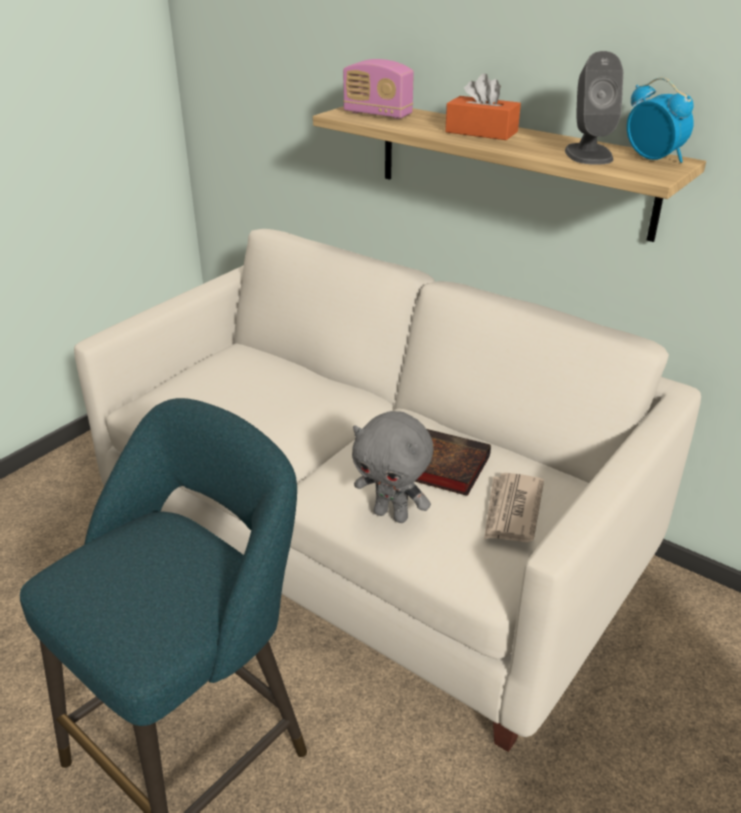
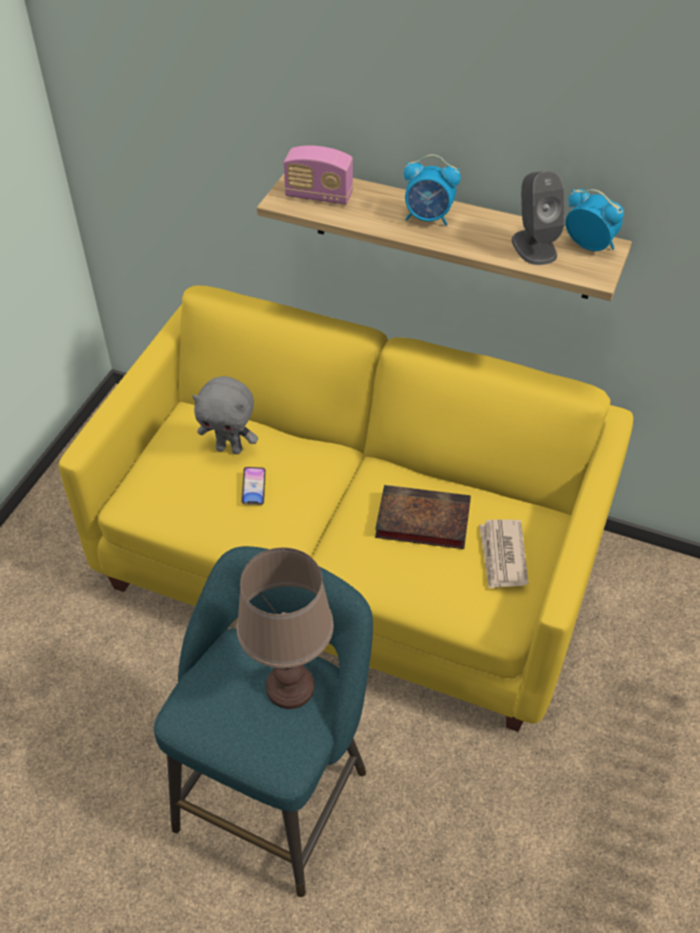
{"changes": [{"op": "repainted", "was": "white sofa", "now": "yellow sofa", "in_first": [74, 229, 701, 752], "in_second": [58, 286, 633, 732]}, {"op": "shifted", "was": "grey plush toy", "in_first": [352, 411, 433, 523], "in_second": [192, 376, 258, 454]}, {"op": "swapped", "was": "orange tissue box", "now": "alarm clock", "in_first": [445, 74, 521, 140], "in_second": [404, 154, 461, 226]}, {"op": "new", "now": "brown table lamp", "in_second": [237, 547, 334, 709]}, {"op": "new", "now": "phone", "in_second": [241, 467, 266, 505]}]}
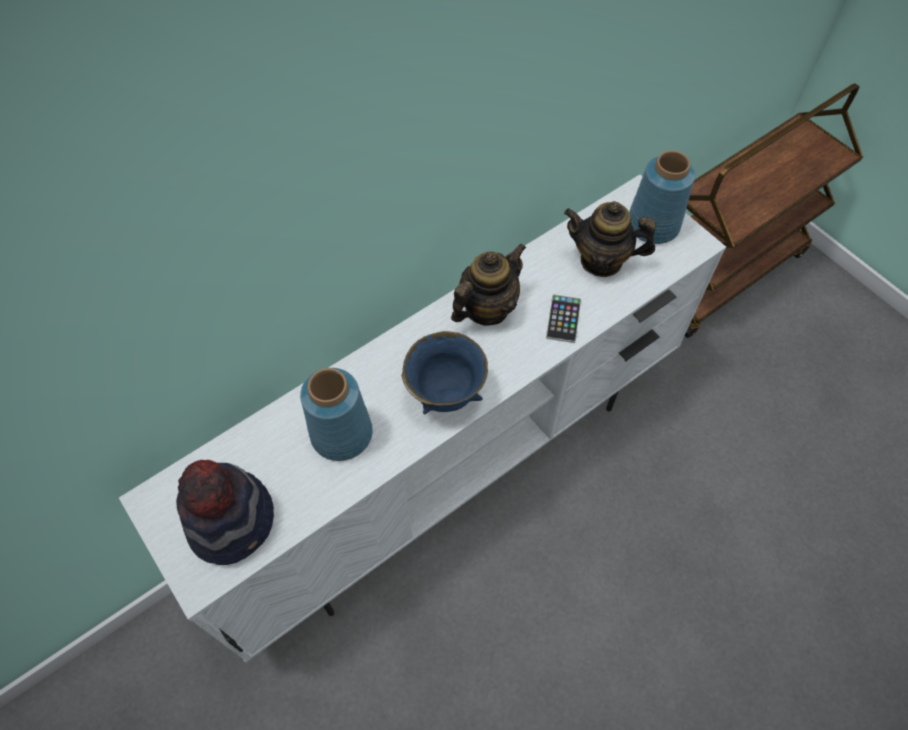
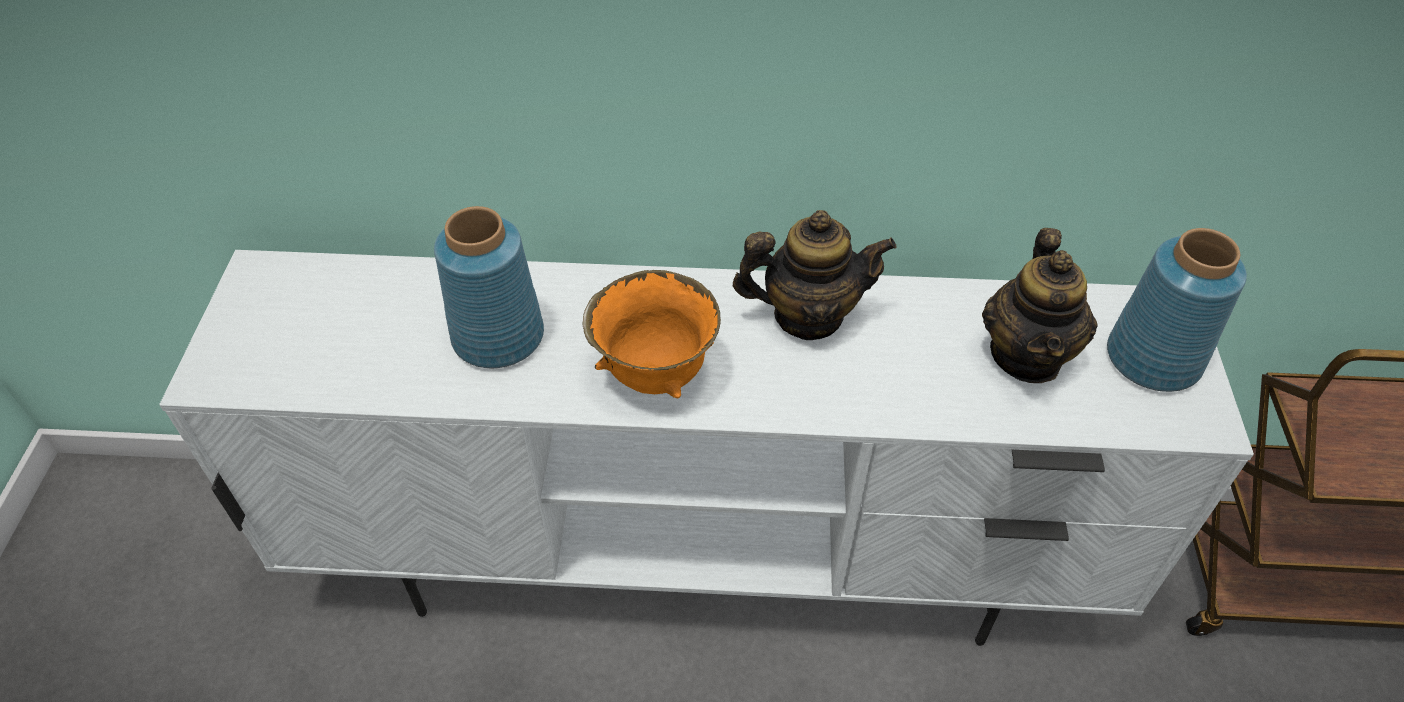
{"changes": [{"op": "gone", "was": "hat", "in_first": [176, 460, 274, 565]}, {"op": "repainted", "was": "blue bowl", "now": "orange bowl", "in_first": [402, 331, 488, 415], "in_second": [583, 270, 721, 398]}, {"op": "gone", "was": "phone", "in_first": [546, 294, 581, 343]}, {"op": "rotated", "was": "teapot", "in_first": [564, 201, 656, 277], "in_second": [982, 228, 1098, 383], "clockwise": -135}]}
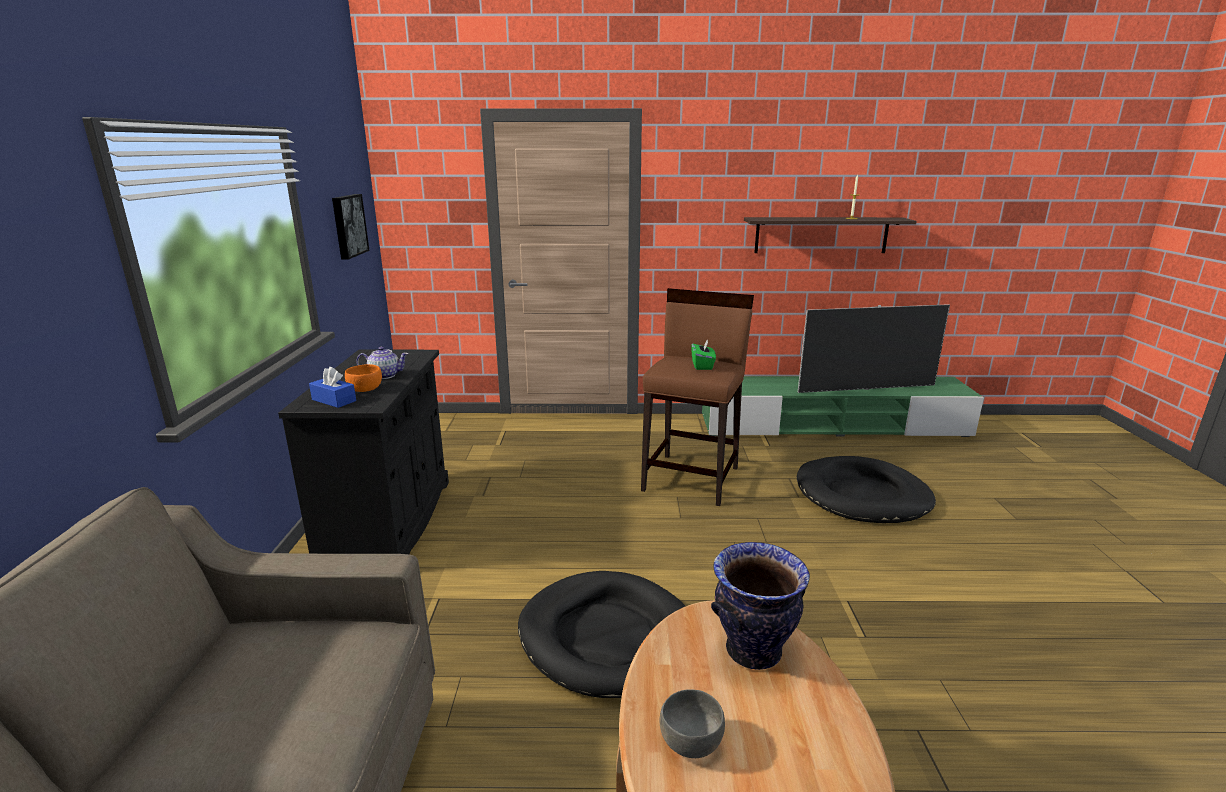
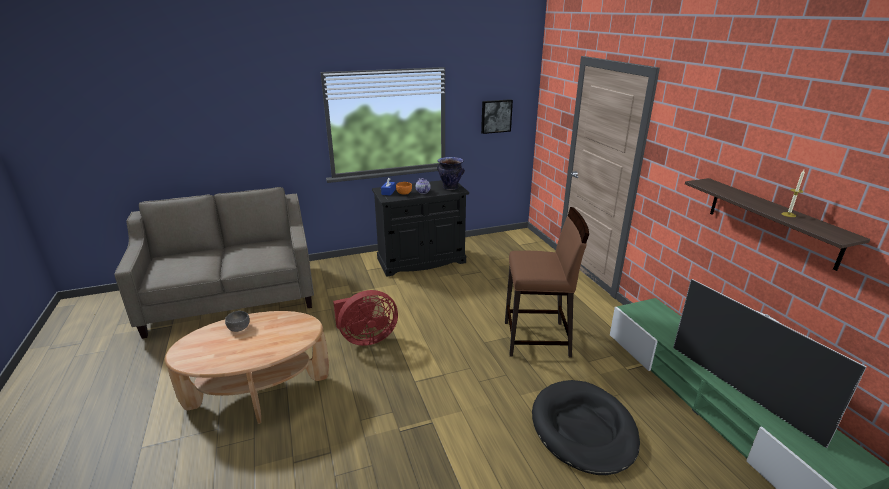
{"changes": [{"op": "swapped", "was": "black dog bed", "now": "red fan", "in_first": [518, 571, 685, 698], "in_second": [333, 290, 398, 346]}, {"op": "gone", "was": "green tissue box", "in_first": [691, 340, 716, 370]}, {"op": "shifted", "was": "vase", "in_first": [711, 542, 810, 670], "in_second": [437, 157, 465, 190]}]}
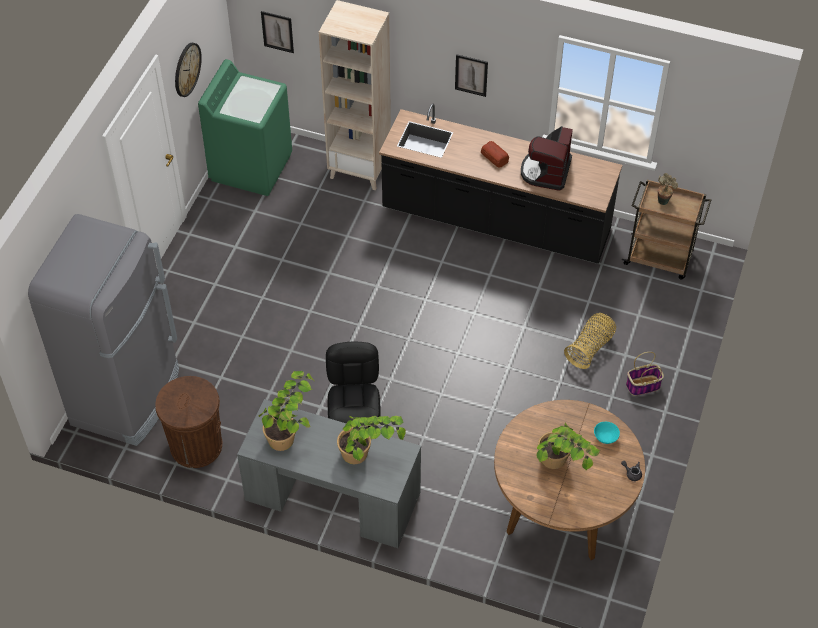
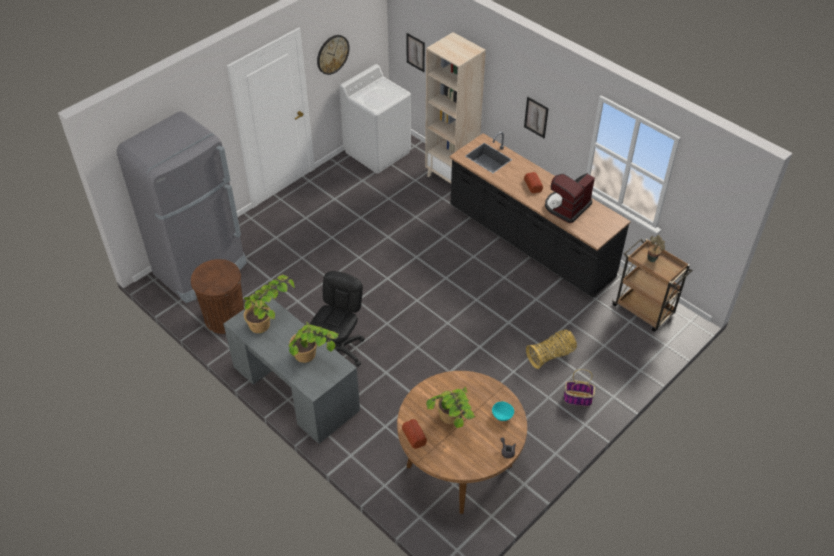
{"changes": [{"op": "repainted", "was": "green washing machine", "now": "white washing machine", "in_first": [198, 59, 292, 196], "in_second": [339, 64, 411, 174]}, {"op": "new", "now": "bread", "in_second": [402, 419, 427, 449]}]}
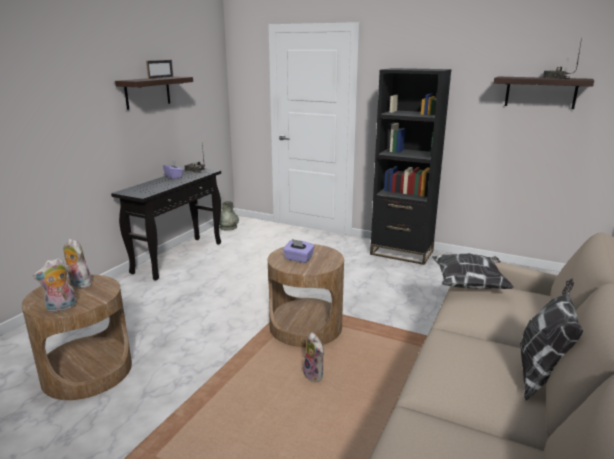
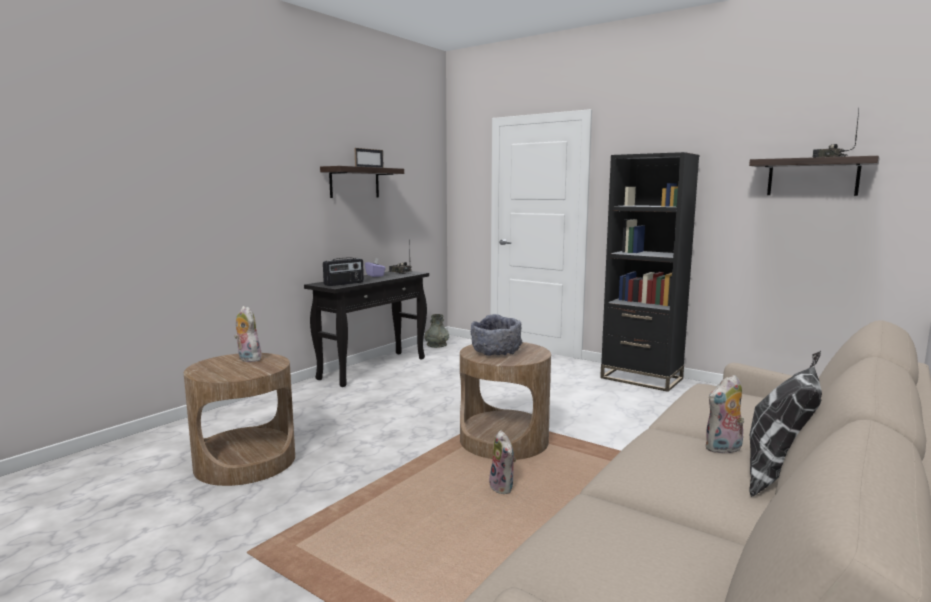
{"changes": [{"op": "shifted", "was": "plush toy", "in_first": [33, 258, 77, 313], "in_second": [706, 375, 744, 454]}, {"op": "swapped", "was": "purple tissue box", "now": "grey bowl", "in_first": [283, 239, 315, 263], "in_second": [471, 314, 522, 356]}, {"op": "gone", "was": "pillow", "in_first": [432, 253, 514, 289]}, {"op": "new", "now": "radio", "in_second": [323, 257, 364, 286]}]}
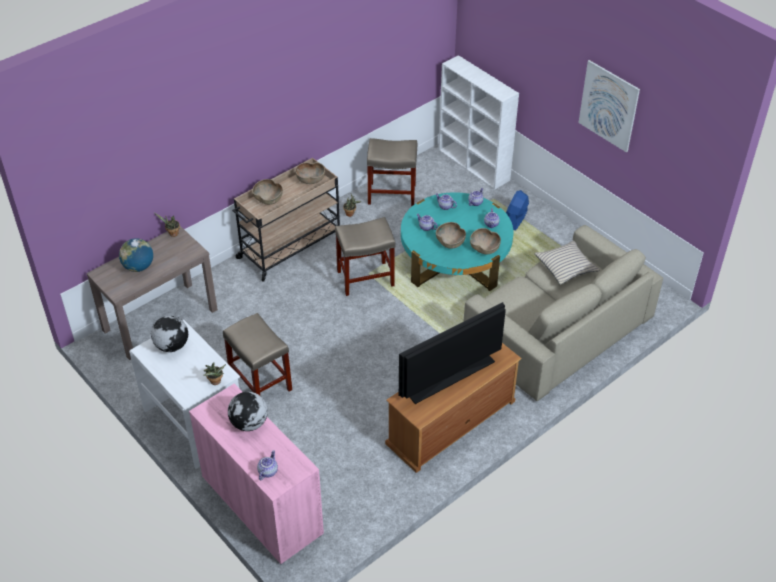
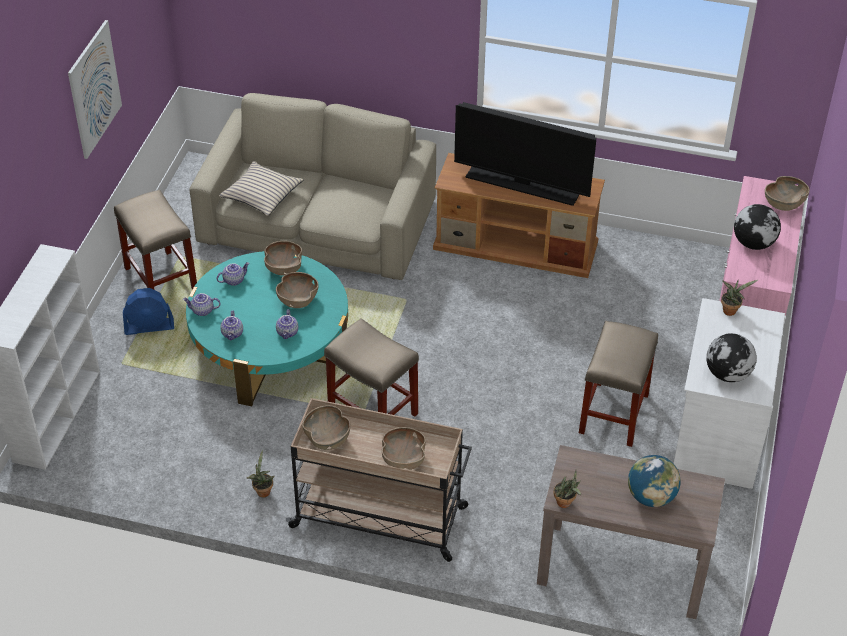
{"changes": [{"op": "swapped", "was": "teapot", "now": "brown bowl", "in_first": [257, 450, 278, 480], "in_second": [765, 176, 810, 211]}, {"op": "shifted", "was": "beige stool", "in_first": [367, 138, 417, 206], "in_second": [114, 190, 197, 290]}]}
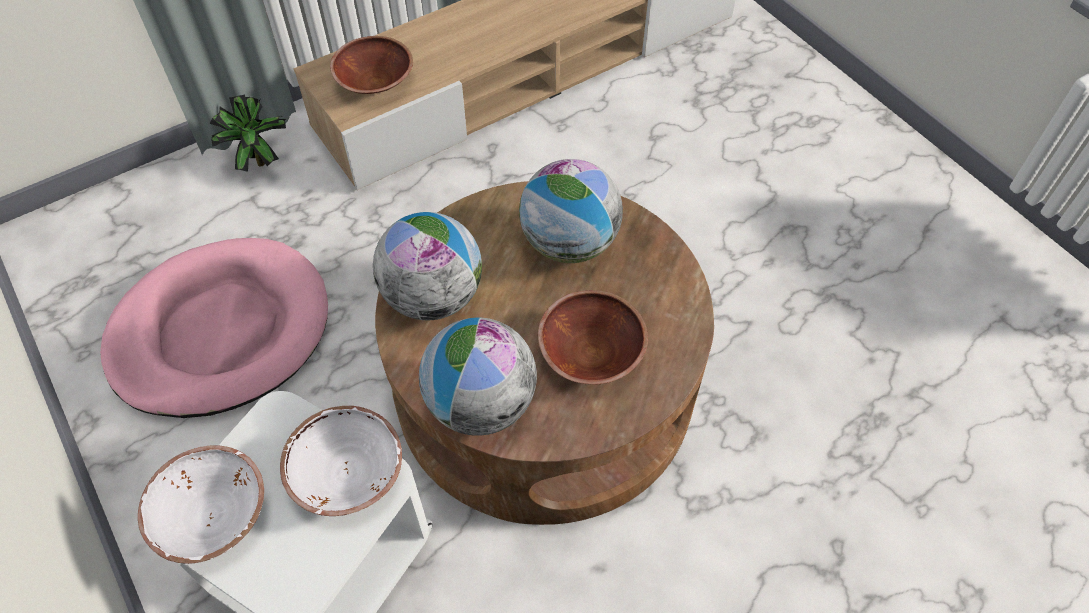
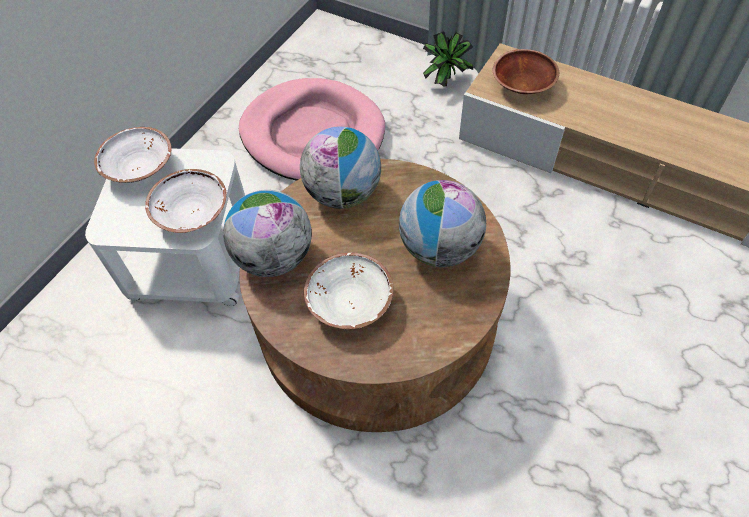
{"changes": [{"op": "repainted", "was": "brown bowl", "now": "white bowl", "in_first": [538, 290, 648, 385], "in_second": [304, 253, 394, 329]}]}
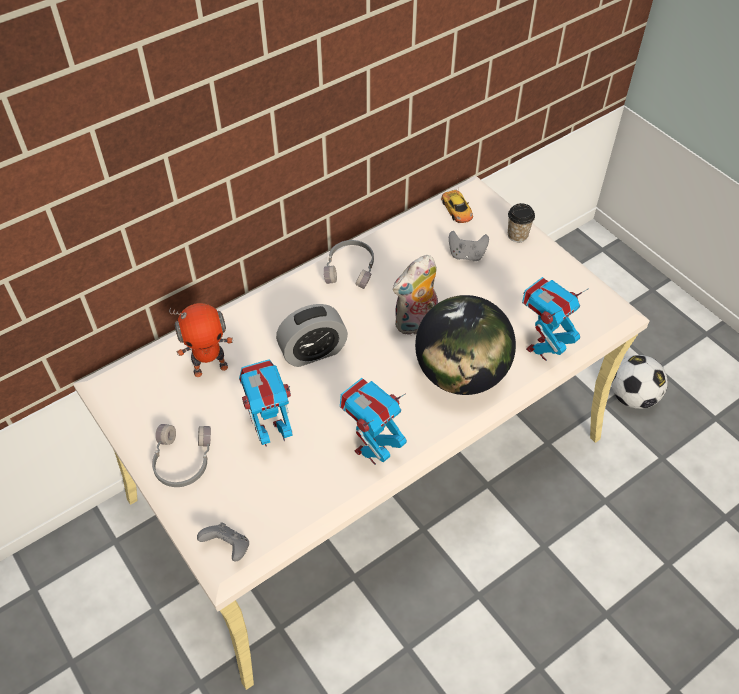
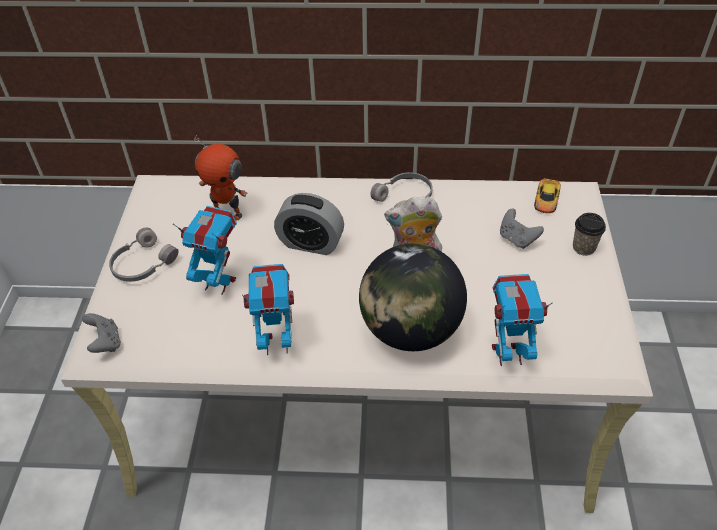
{"changes": [{"op": "gone", "was": "football", "in_first": [611, 355, 668, 409]}]}
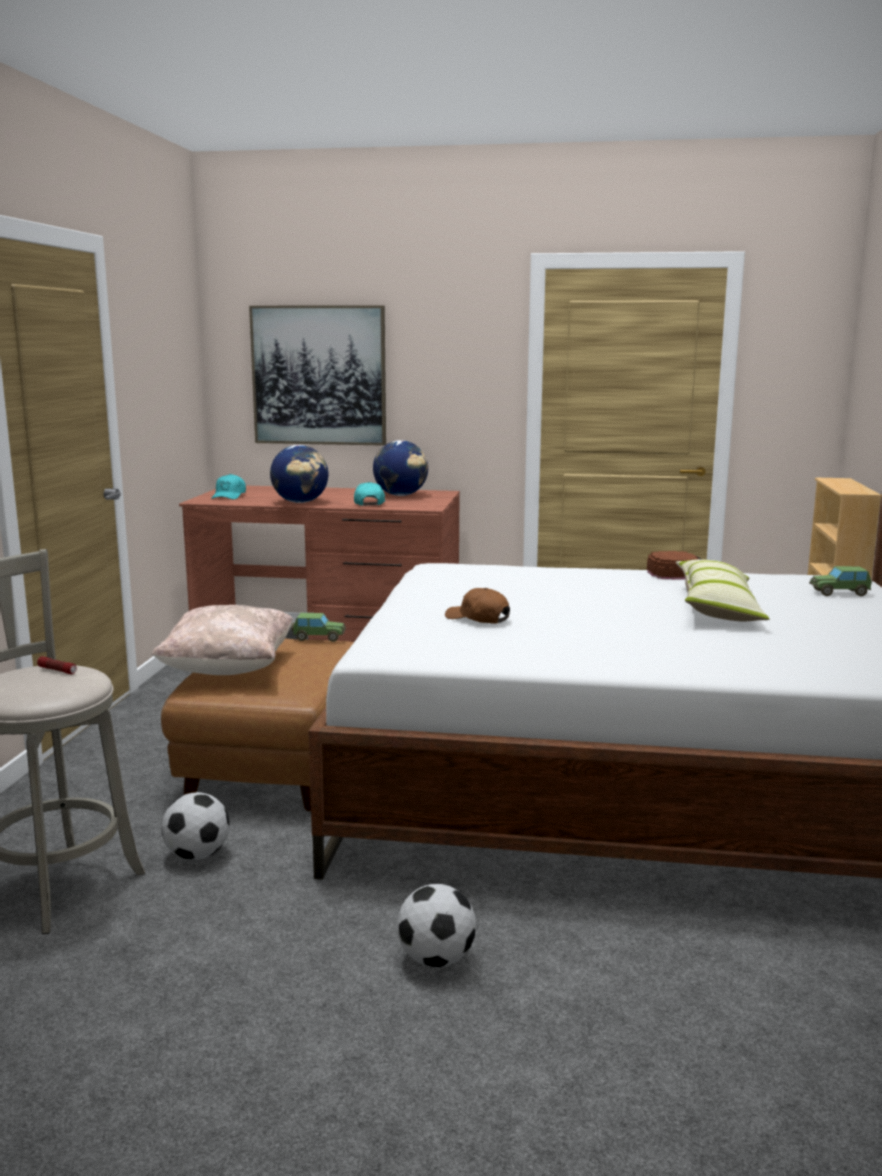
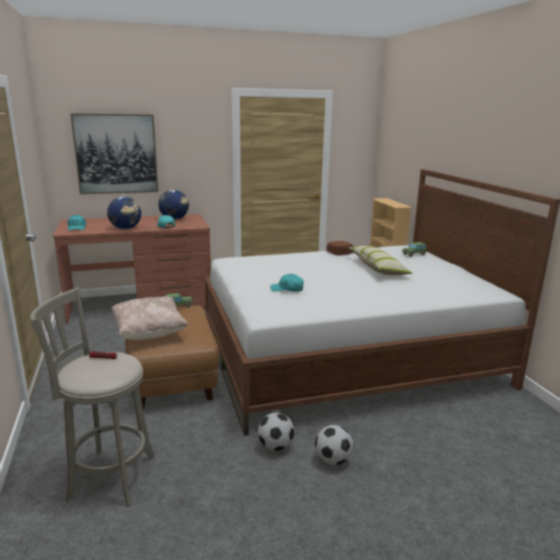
{"changes": [{"op": "shifted", "was": "football", "in_first": [162, 792, 230, 860], "in_second": [258, 413, 295, 451]}, {"op": "repainted", "was": "brown cap", "now": "turquoise cap", "in_first": [445, 588, 510, 624], "in_second": [270, 274, 304, 292]}]}
